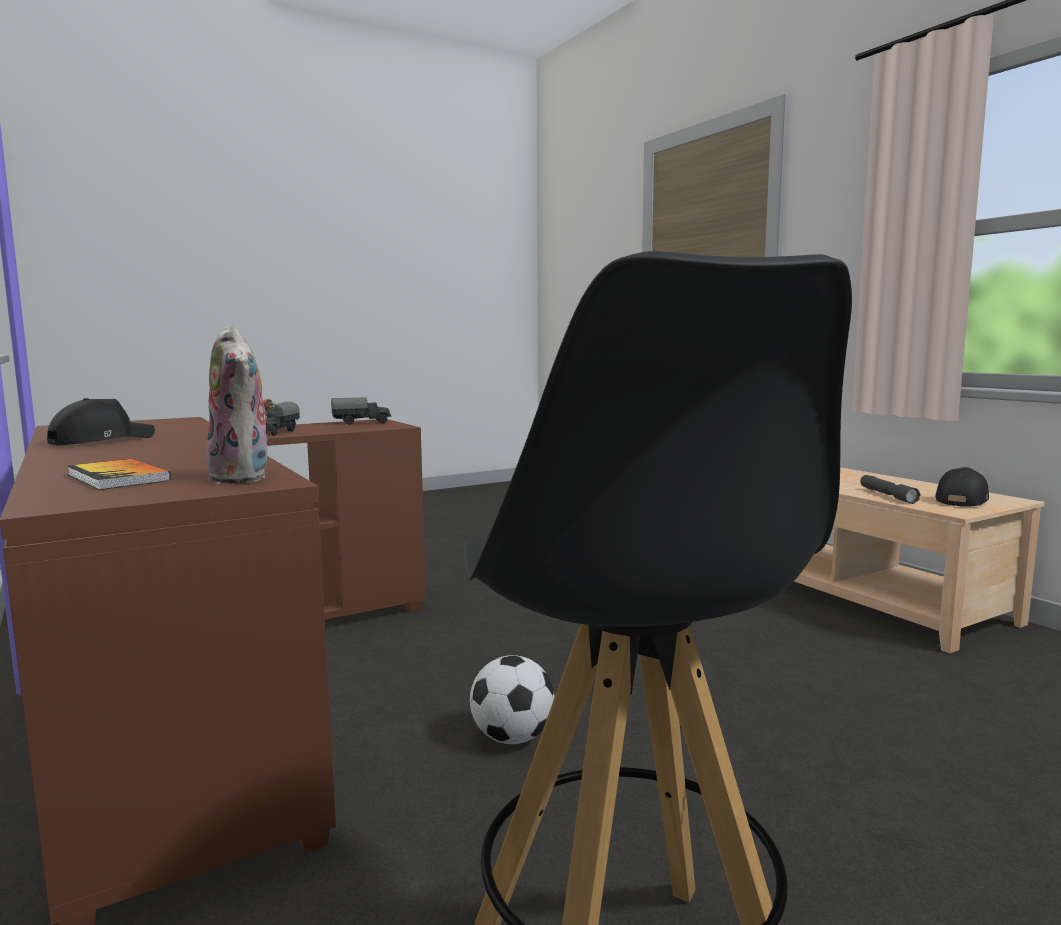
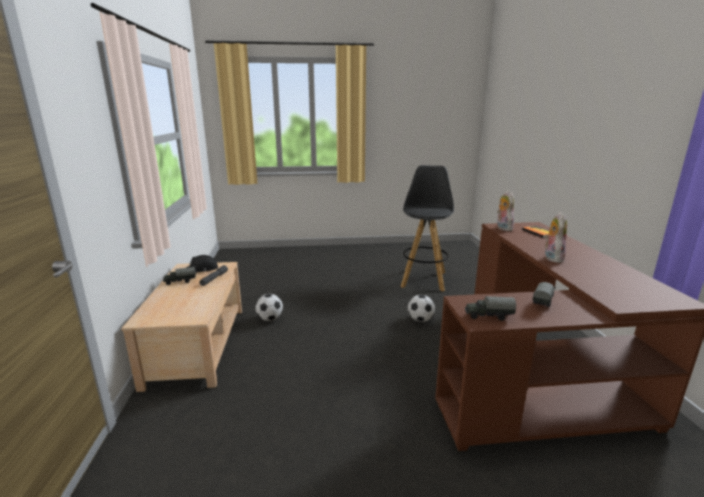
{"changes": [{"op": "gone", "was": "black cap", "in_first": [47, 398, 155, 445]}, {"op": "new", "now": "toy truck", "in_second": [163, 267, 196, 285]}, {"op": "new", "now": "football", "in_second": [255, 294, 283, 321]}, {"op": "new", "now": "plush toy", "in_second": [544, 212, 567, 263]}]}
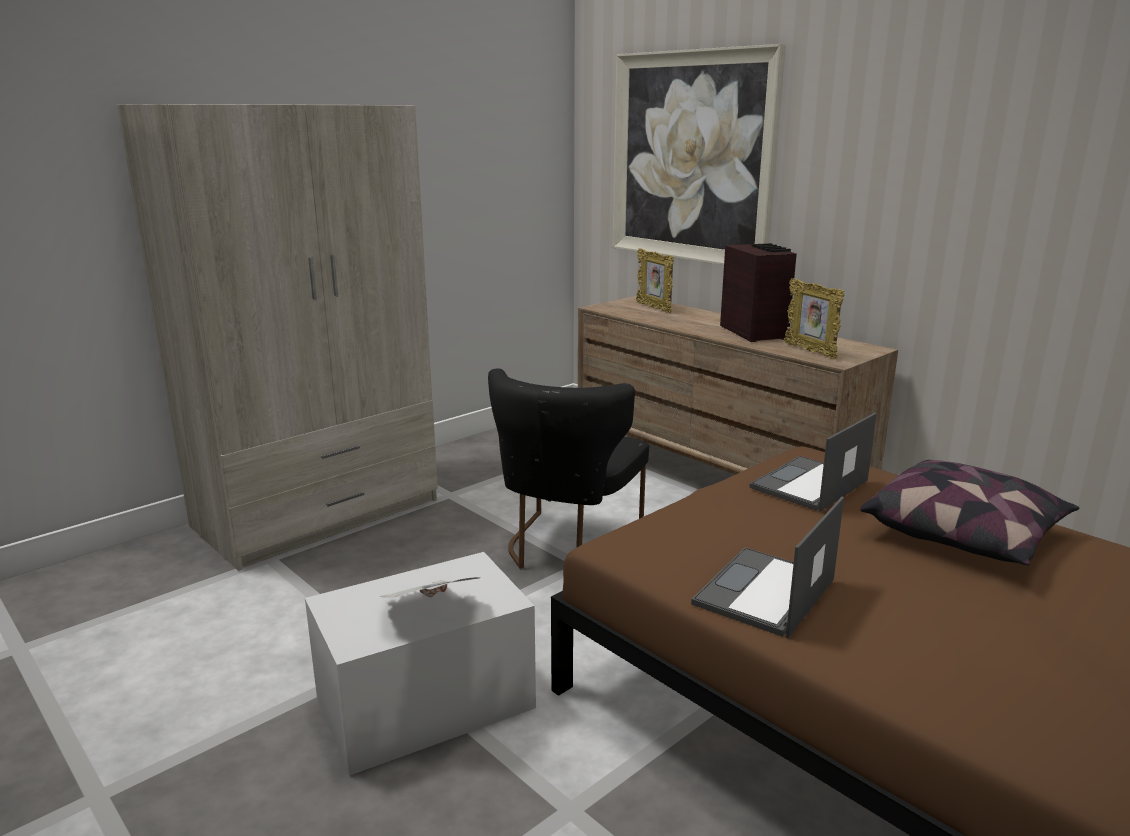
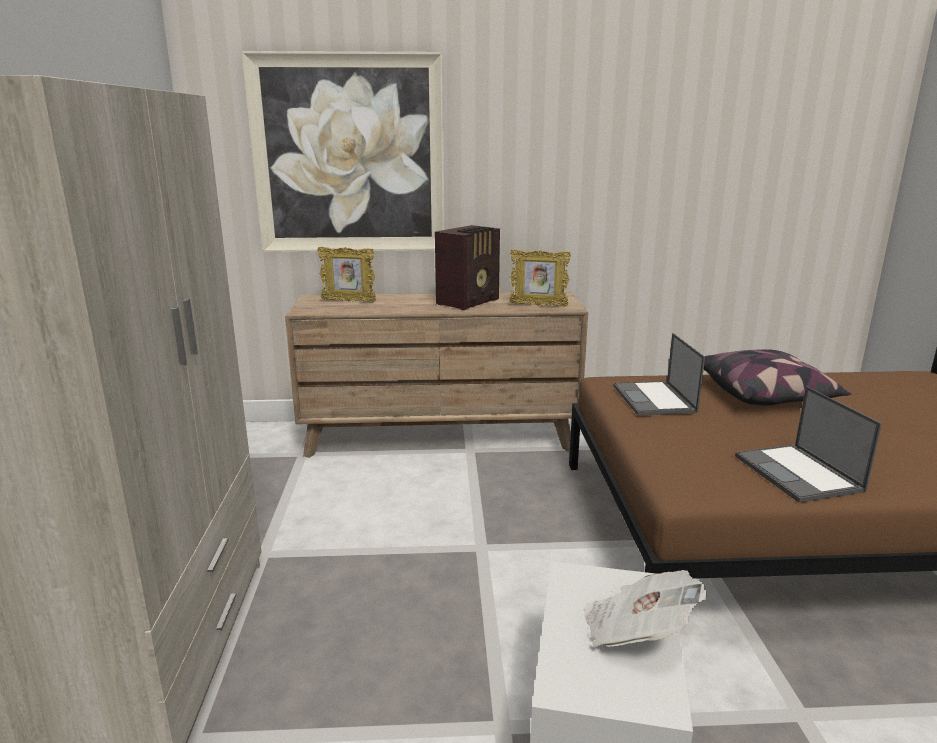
{"changes": [{"op": "gone", "was": "black chair", "in_first": [488, 368, 650, 569]}, {"op": "rotated", "was": "radio", "in_first": [720, 243, 797, 342], "in_second": [435, 225, 500, 310], "clockwise": 105}]}
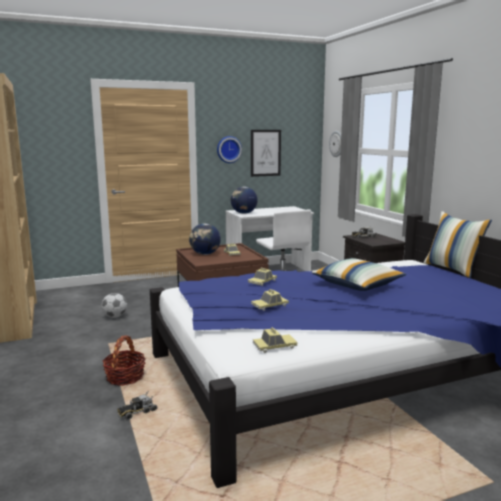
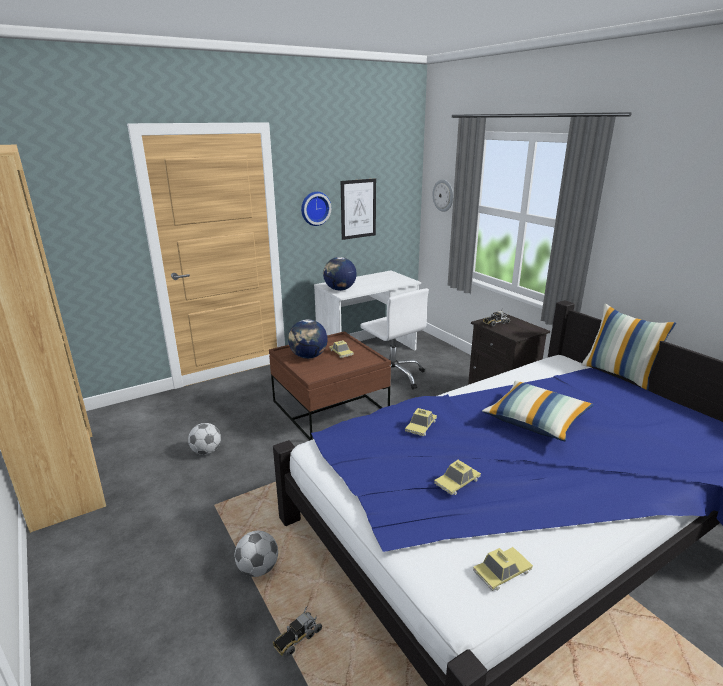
{"changes": [{"op": "swapped", "was": "basket", "now": "football", "in_first": [103, 335, 146, 386], "in_second": [235, 531, 278, 577]}]}
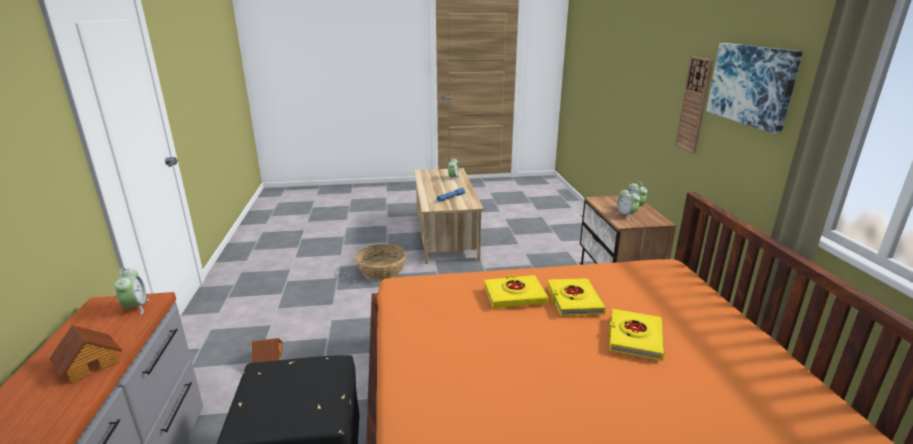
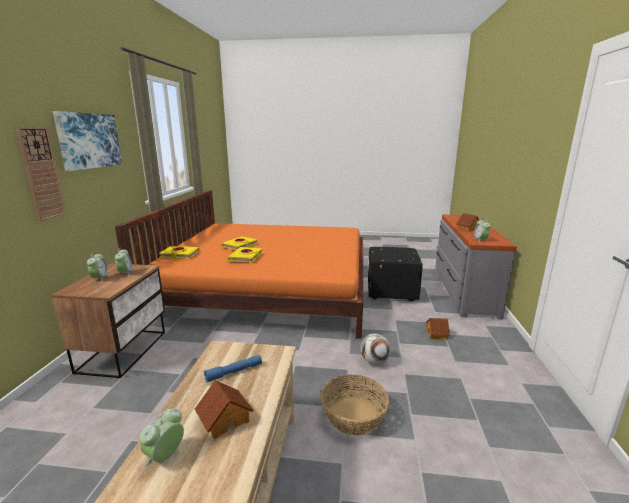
{"changes": [{"op": "shifted", "was": "yellow book", "in_first": [484, 275, 548, 308], "in_second": [159, 246, 200, 259]}, {"op": "new", "now": "toy house", "in_second": [195, 380, 253, 439]}, {"op": "new", "now": "football", "in_second": [360, 333, 391, 364]}]}
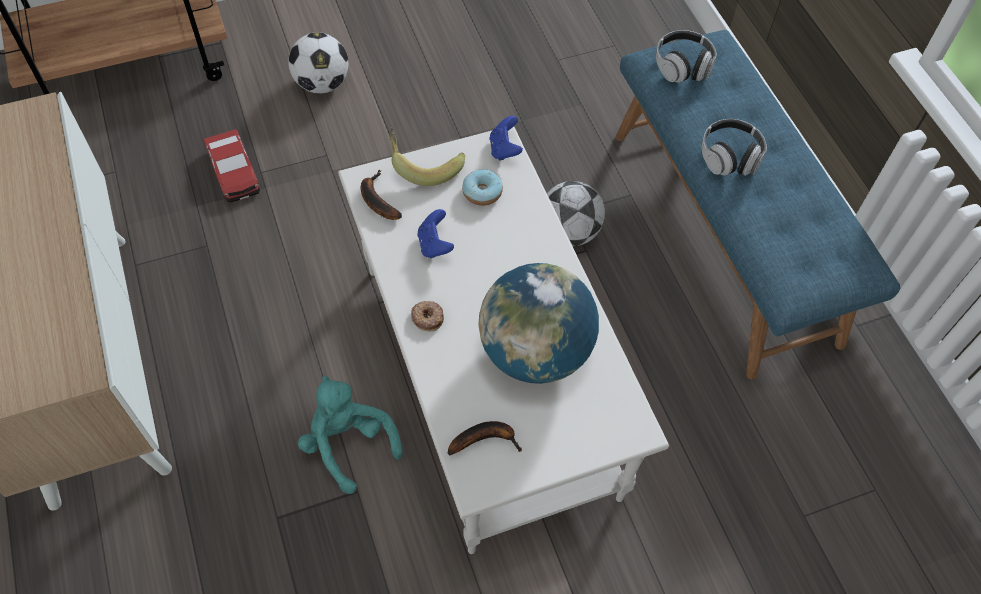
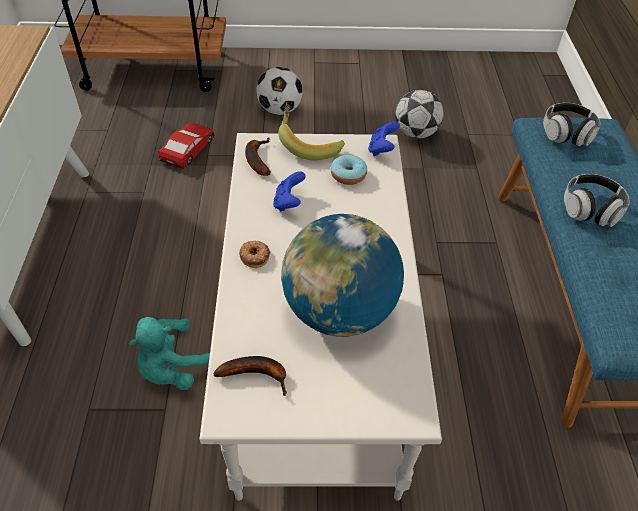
{"changes": [{"op": "rotated", "was": "toy car", "in_first": [204, 129, 260, 203], "in_second": [159, 123, 214, 169], "clockwise": -150}, {"op": "rotated", "was": "turquoise plush toy", "in_first": [298, 376, 403, 494], "in_second": [129, 317, 210, 390], "clockwise": -120}, {"op": "shifted", "was": "football", "in_first": [547, 181, 605, 246], "in_second": [395, 90, 443, 139]}]}
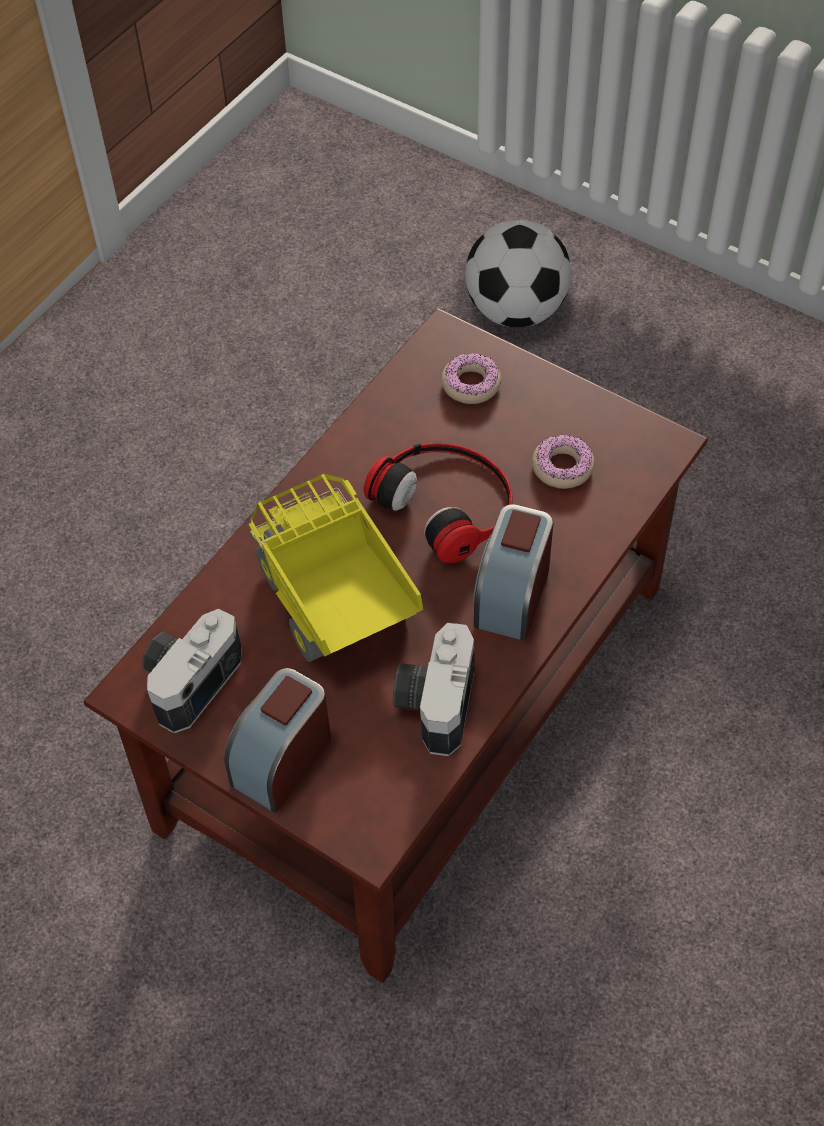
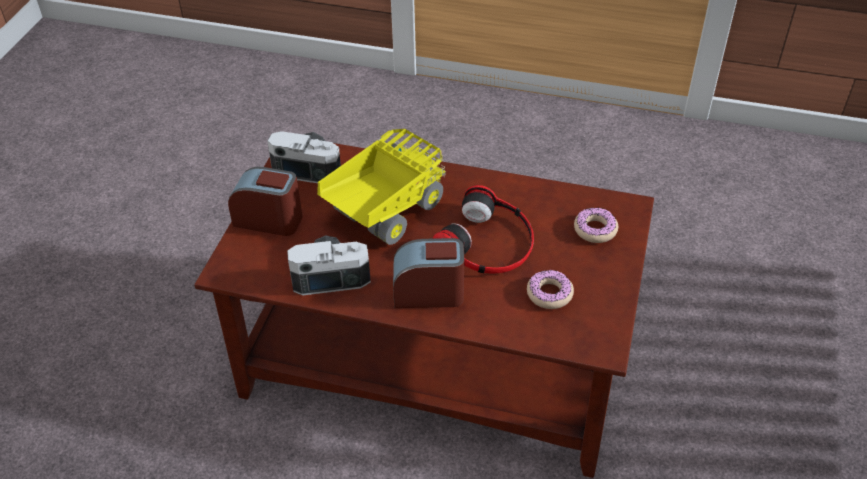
{"changes": [{"op": "gone", "was": "football", "in_first": [465, 220, 571, 327]}]}
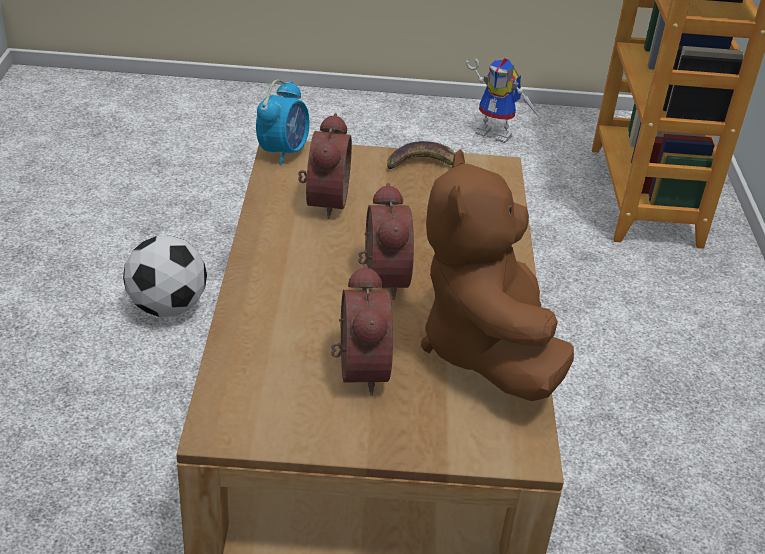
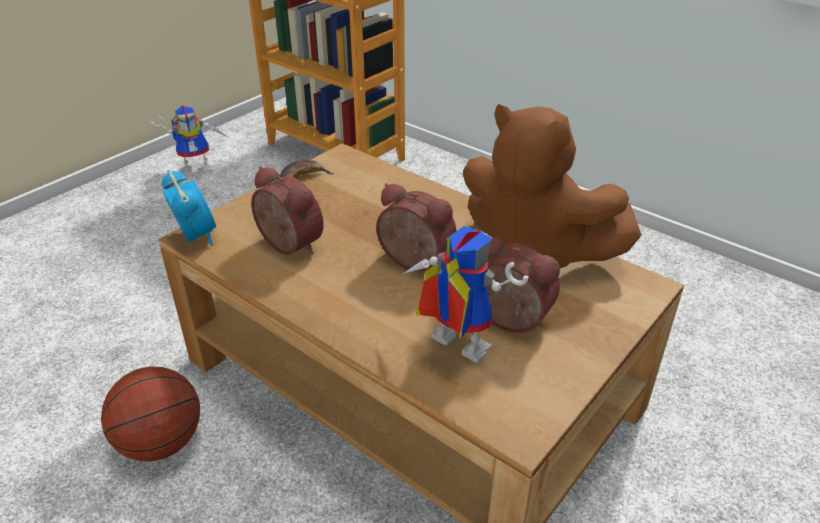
{"changes": [{"op": "swapped", "was": "football", "now": "basketball", "in_first": [123, 236, 207, 317], "in_second": [101, 366, 200, 461]}, {"op": "new", "now": "toy robot", "in_second": [403, 226, 529, 363]}]}
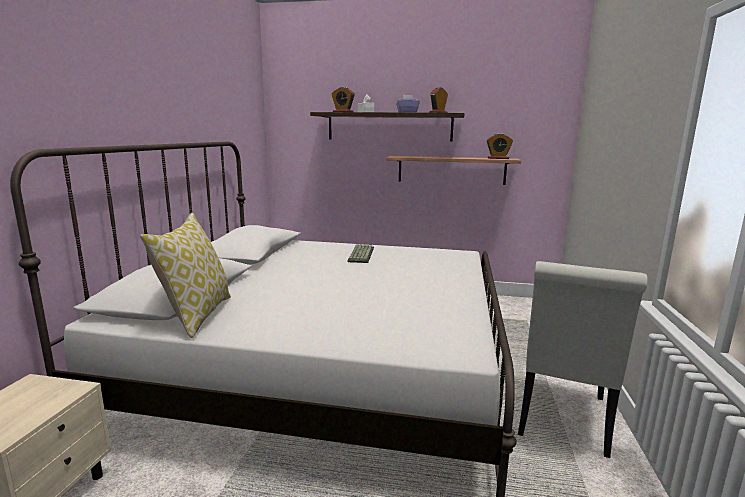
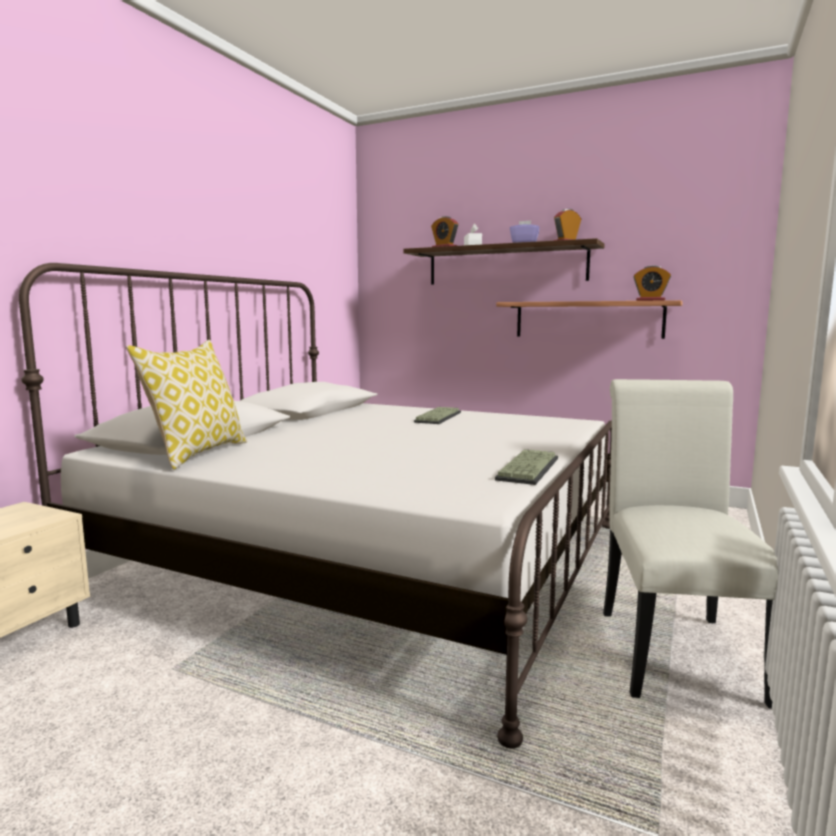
{"changes": [{"op": "rotated", "was": "white chair", "in_first": [518, 261, 648, 458], "in_second": [603, 379, 778, 709], "clockwise": 150}, {"op": "new", "now": "keyboard", "in_second": [495, 449, 558, 485]}]}
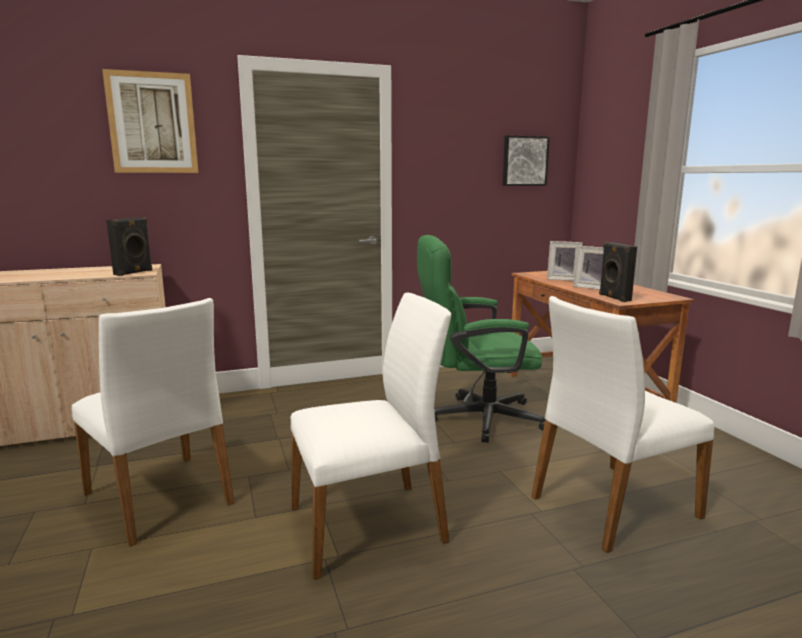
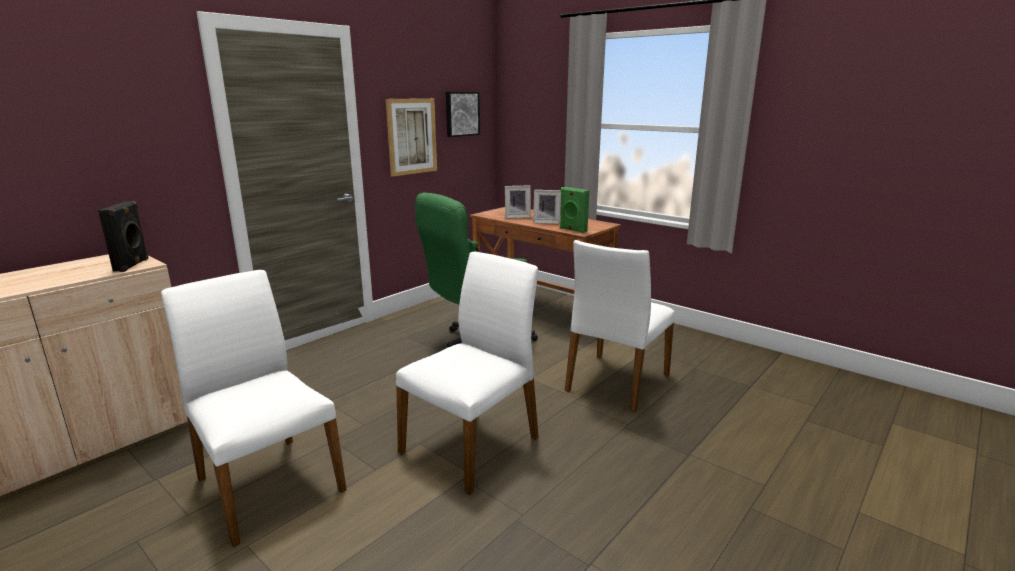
{"changes": [{"op": "rotated", "was": "white chair", "in_first": [72, 298, 234, 547], "in_second": [161, 270, 347, 547], "clockwise": -150}, {"op": "shifted", "was": "picture", "in_first": [102, 69, 198, 173], "in_second": [386, 98, 437, 177]}, {"op": "repainted", "was": "black speaker", "now": "green speaker", "in_first": [599, 242, 637, 302], "in_second": [560, 187, 589, 233]}]}
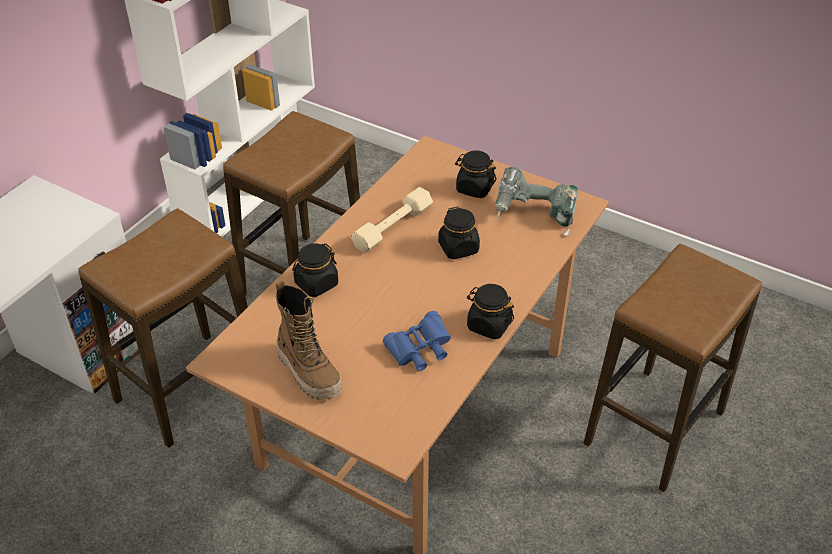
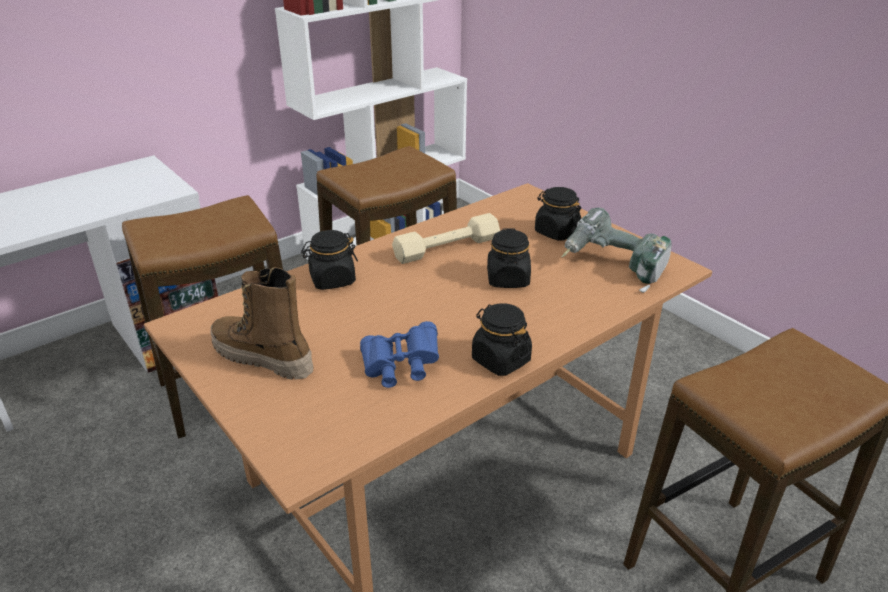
{"changes": [{"op": "rotated", "was": "boot", "in_first": [276, 280, 342, 400], "in_second": [210, 267, 314, 380], "clockwise": 135}]}
